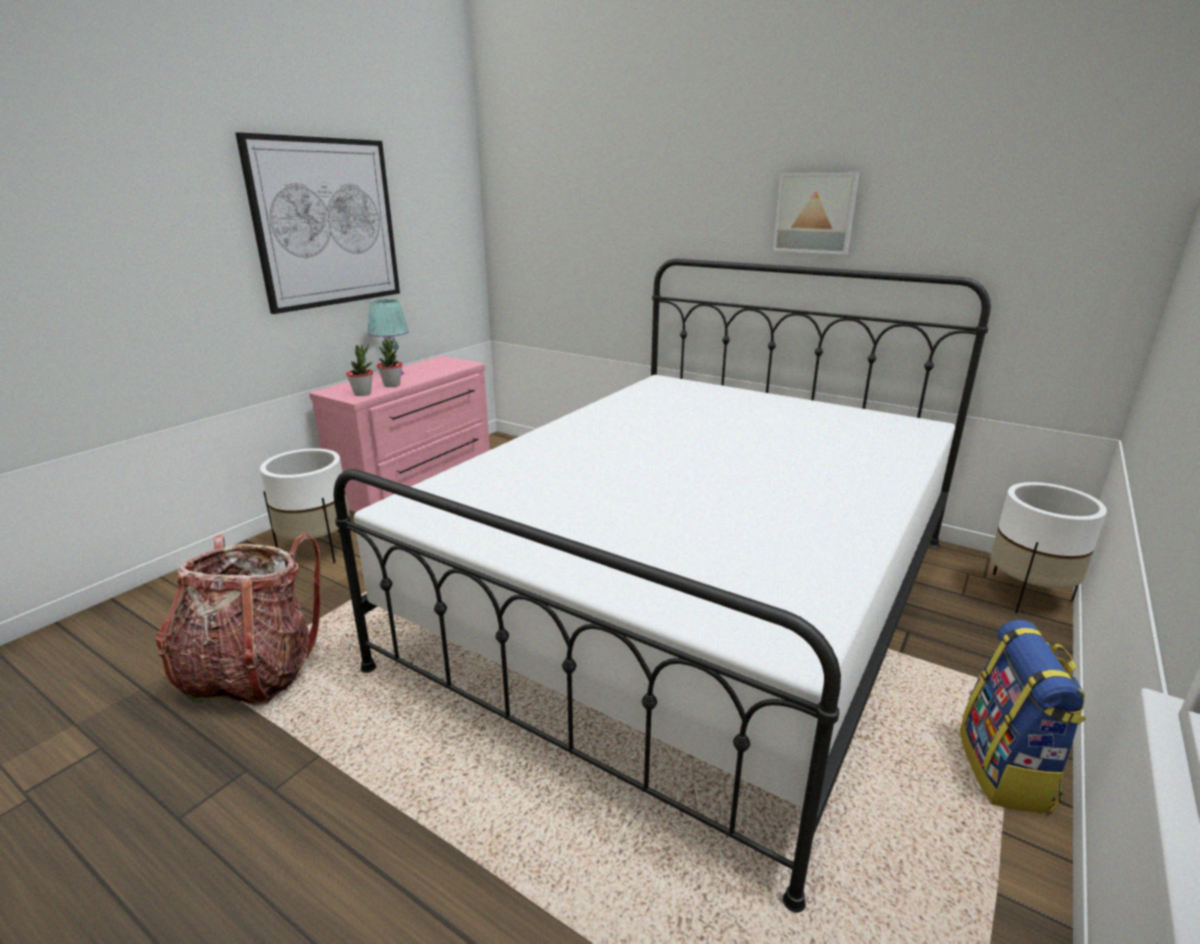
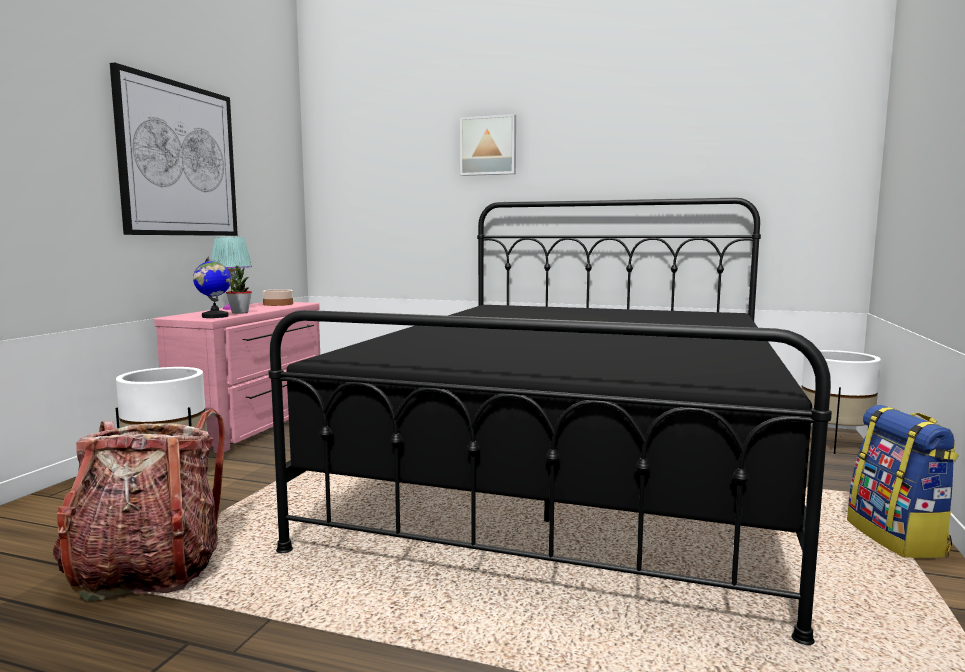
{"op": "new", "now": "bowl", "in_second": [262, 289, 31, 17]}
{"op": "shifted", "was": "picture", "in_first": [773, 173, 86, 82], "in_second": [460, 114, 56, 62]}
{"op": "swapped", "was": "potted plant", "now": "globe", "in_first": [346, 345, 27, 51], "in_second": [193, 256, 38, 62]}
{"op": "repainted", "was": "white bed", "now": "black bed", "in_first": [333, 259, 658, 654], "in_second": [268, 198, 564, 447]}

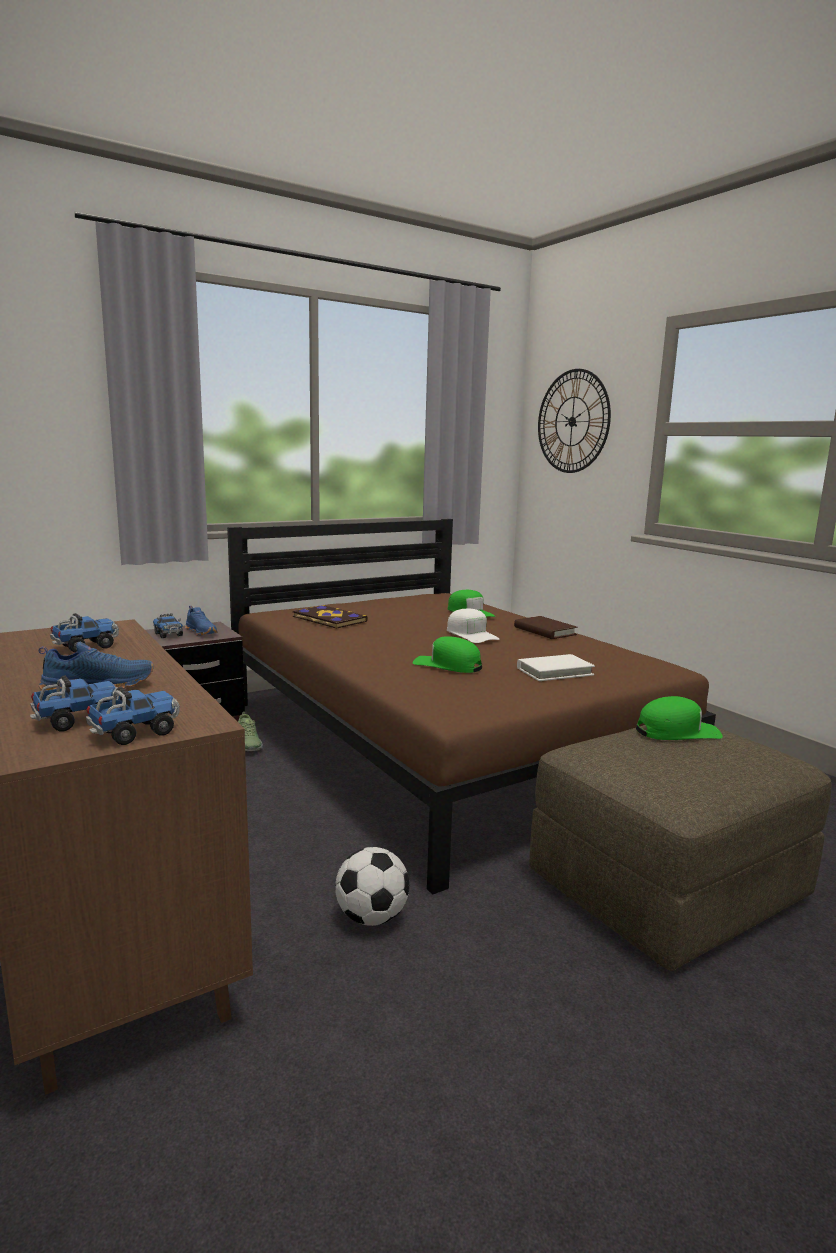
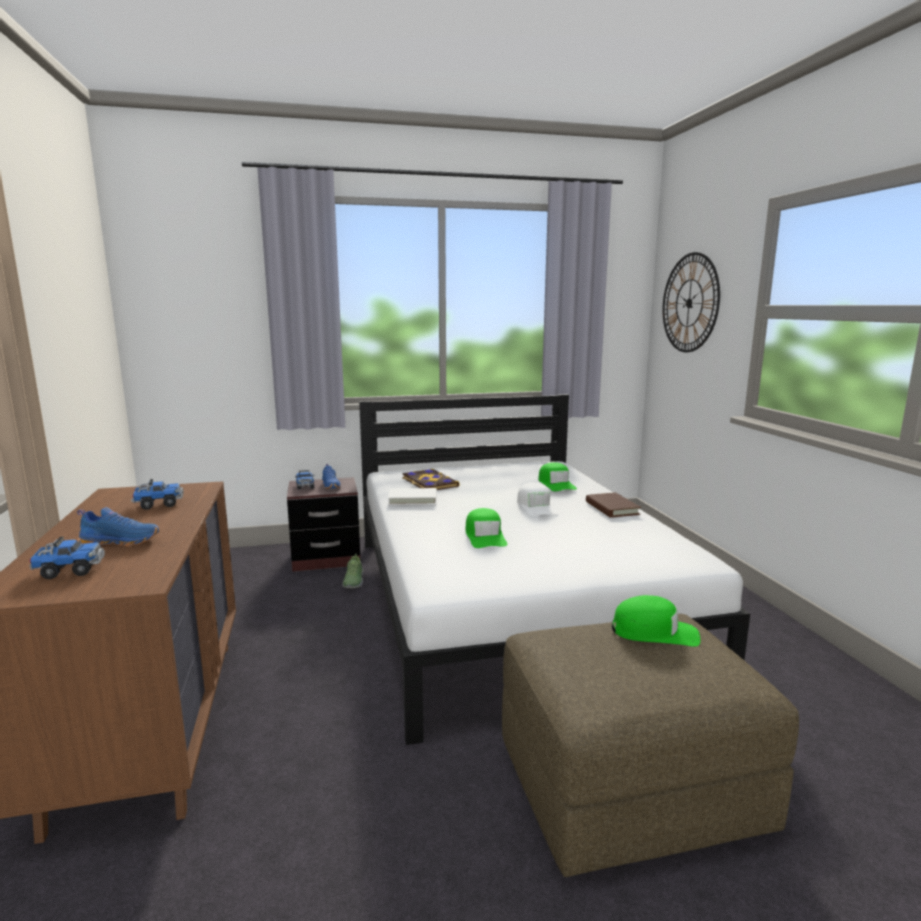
{"op": "gone", "was": "toy truck", "in_first": [86, 687, 94, 58]}
{"op": "gone", "was": "football", "in_first": [335, 847, 74, 79]}
{"op": "shifted", "was": "white book", "in_first": [517, 654, 78, 27], "in_second": [388, 488, 49, 17]}
{"op": "repainted", "was": "brown bed", "now": "white bed", "in_first": [227, 519, 489, 376], "in_second": [359, 394, 391, 351]}
{"op": "rotated", "was": "green cap", "in_first": [413, 636, 69, 37], "in_second": [465, 508, 42, 40], "clockwise": -150}

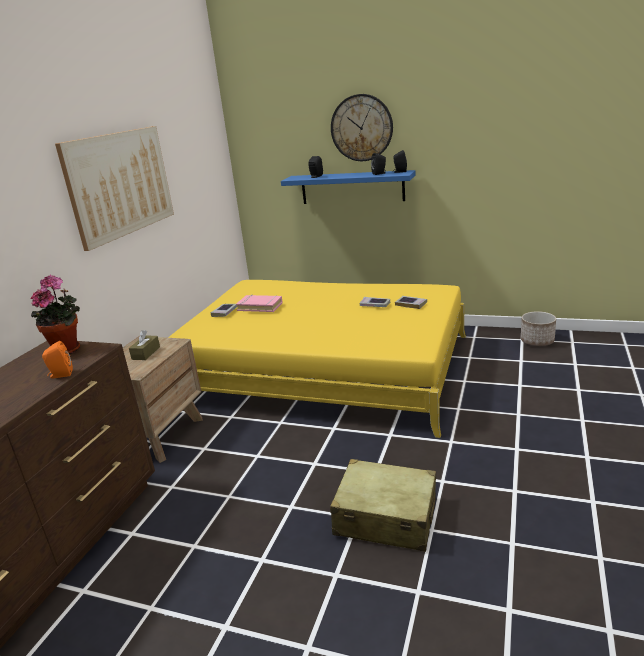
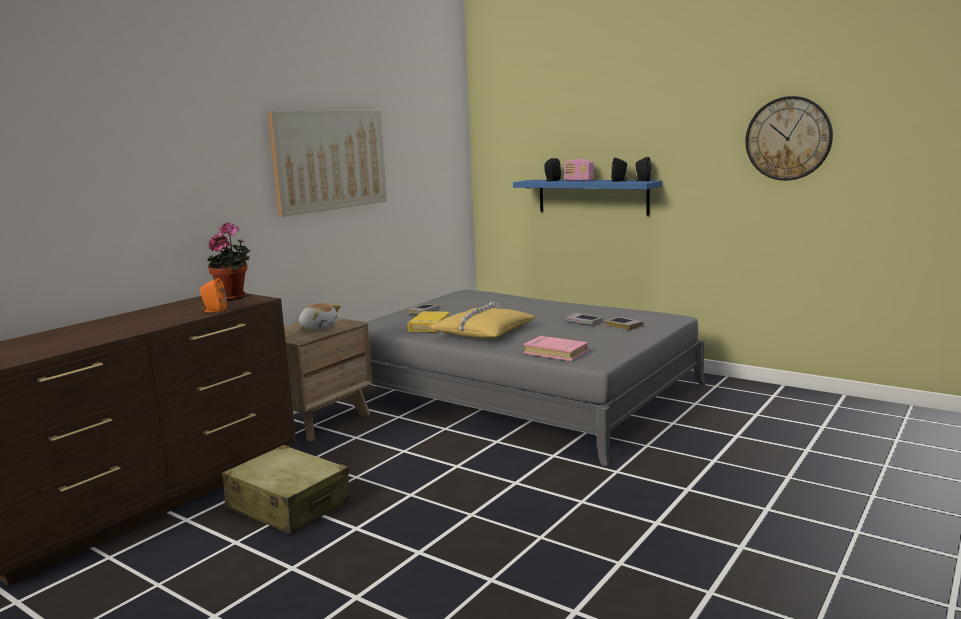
{"op": "gone", "was": "planter", "in_first": [521, 311, 35, 35]}
{"op": "new", "now": "yellow book", "in_second": [407, 311, 43, 21]}
{"op": "new", "now": "yellow pillow", "in_second": [429, 302, 106, 37]}
{"op": "new", "now": "radio", "in_second": [564, 159, 30, 22]}
{"op": "shifted", "was": "pink book", "in_first": [236, 295, 47, 17], "in_second": [524, 336, 64, 25]}
{"op": "shifted", "was": "beige suitcase", "in_first": [330, 459, 106, 93], "in_second": [222, 445, 128, 89]}
{"op": "shifted", "was": "wall clock", "in_first": [331, 94, 62, 67], "in_second": [745, 96, 88, 85]}
{"op": "swapped", "was": "brown tissue box", "now": "plush toy", "in_first": [129, 330, 31, 30], "in_second": [299, 303, 42, 27]}
{"op": "repainted", "was": "yellow bed", "now": "grey bed", "in_first": [168, 280, 298, 158], "in_second": [341, 290, 365, 177]}

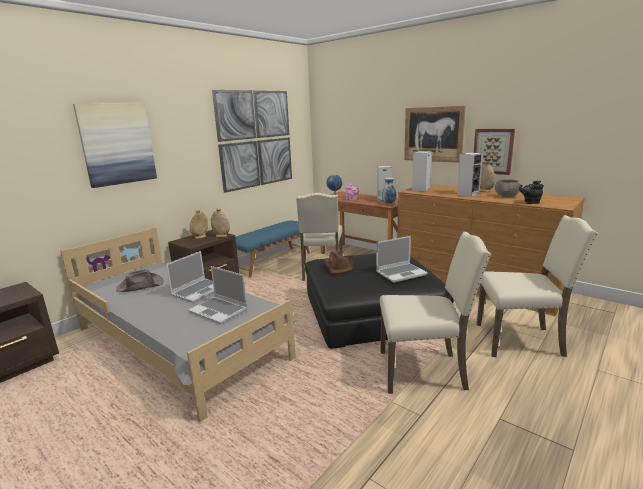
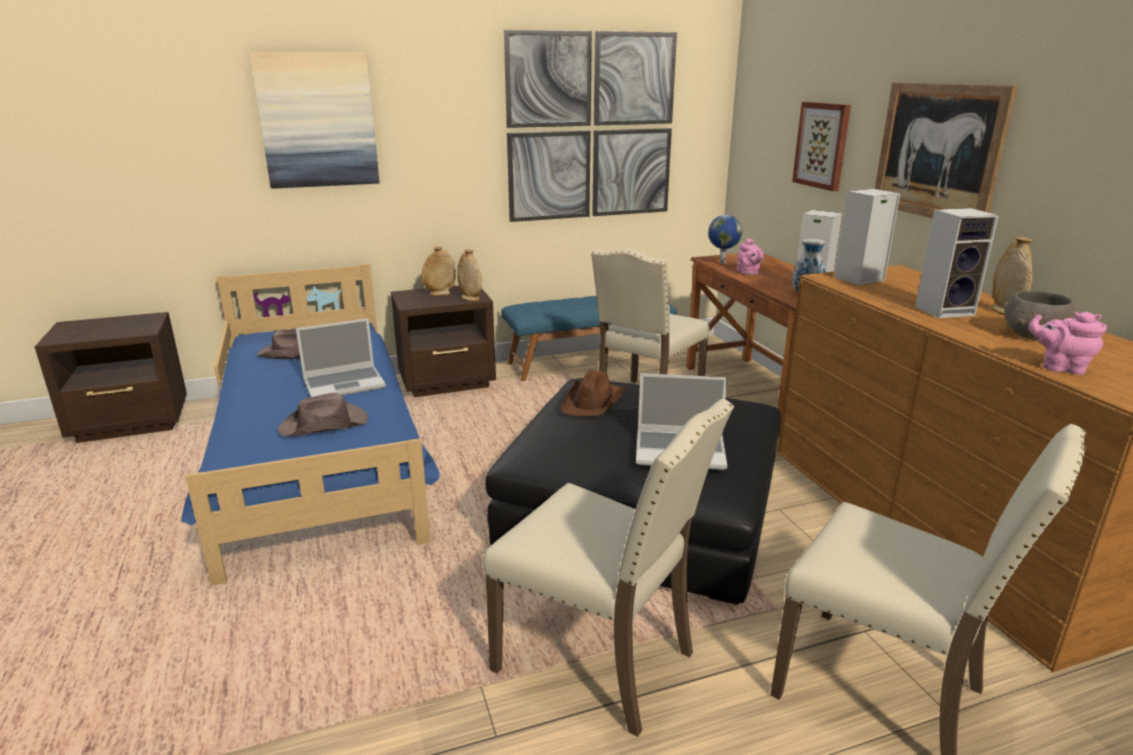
{"op": "shifted", "was": "picture", "in_first": [474, 129, 41, 46], "in_second": [792, 102, 59, 89]}
{"op": "swapped", "was": "laptop", "now": "brown hat", "in_first": [188, 266, 59, 58], "in_second": [278, 393, 90, 44]}
{"op": "repainted", "was": "grey bed", "now": "blue bed", "in_first": [60, 227, 237, 195], "in_second": [181, 264, 259, 322]}
{"op": "repainted", "was": "black teapot", "now": "pink teapot", "in_first": [519, 181, 25, 23], "in_second": [1029, 312, 78, 63]}

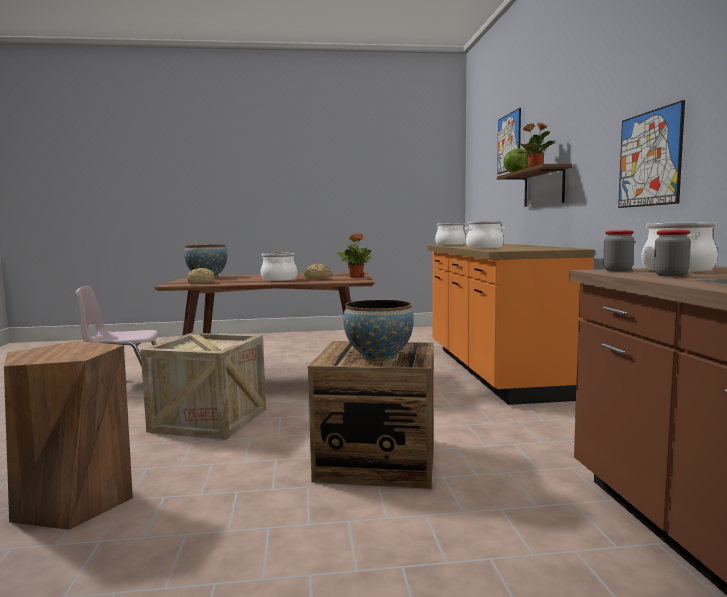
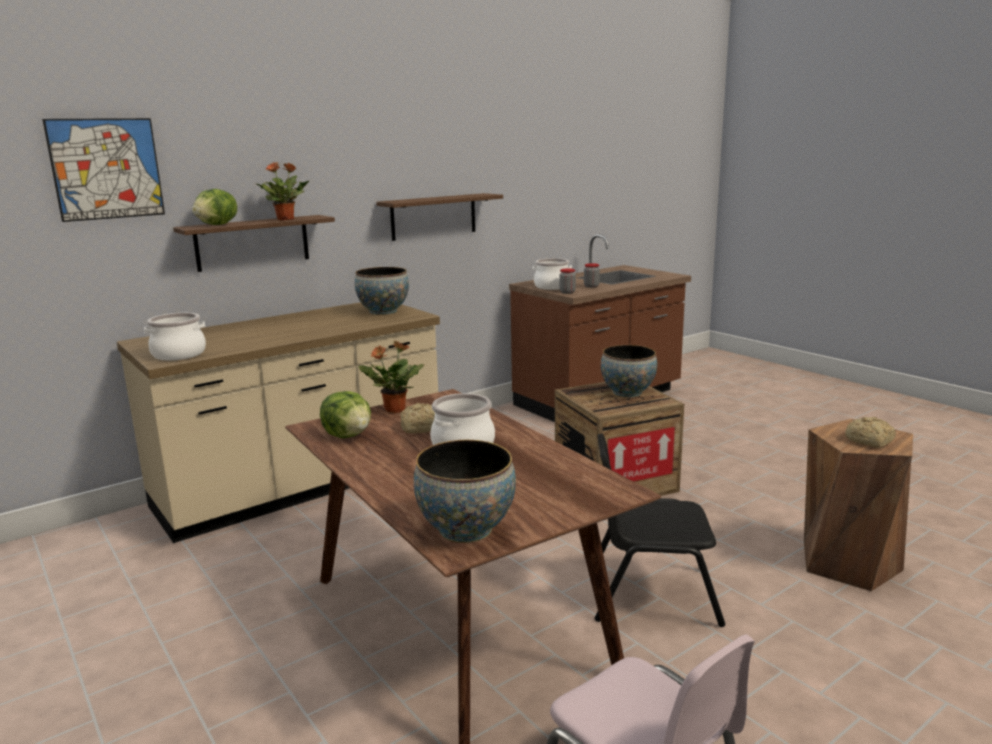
{"op": "gone", "was": "cooking pot", "in_first": [465, 221, 40, 28]}
{"op": "new", "now": "lettuce", "in_second": [320, 391, 51, 47]}
{"op": "new", "now": "bowl", "in_second": [355, 267, 54, 48]}
{"op": "shifted", "was": "bread", "in_first": [188, 268, 27, 16], "in_second": [845, 417, 51, 31]}
{"op": "swapped", "was": "crate", "now": "black chair", "in_first": [140, 333, 126, 107], "in_second": [595, 433, 130, 194]}
{"op": "swapped", "was": "picture", "now": "brown shelf", "in_first": [618, 100, 67, 108], "in_second": [376, 193, 127, 48]}
{"op": "repainted", "was": "orange counter", "now": "beige counter", "in_first": [428, 244, 167, 161], "in_second": [117, 302, 323, 241]}

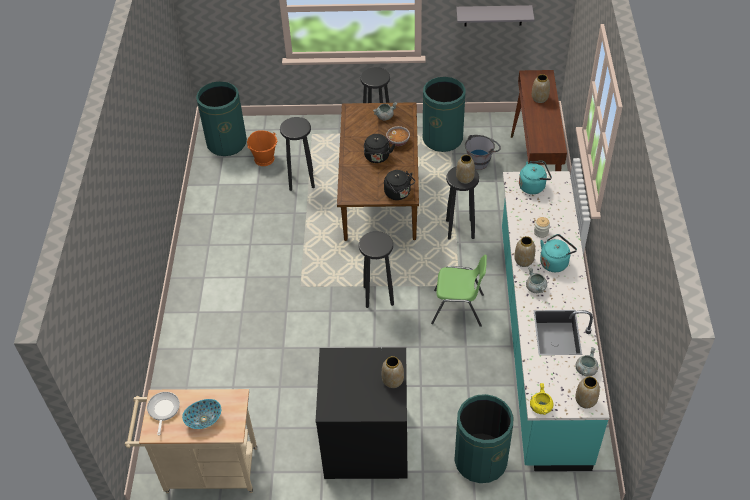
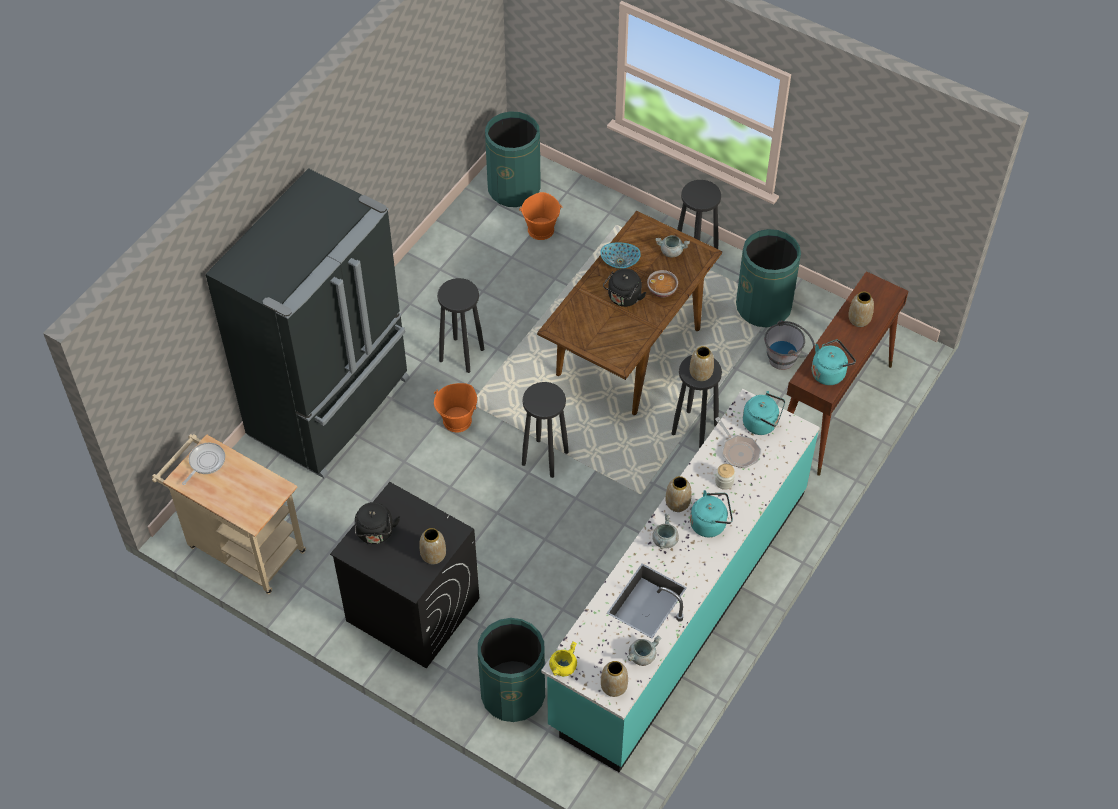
{"op": "gone", "was": "green chair", "in_first": [431, 255, 56, 72]}
{"op": "gone", "was": "grey shelf", "in_first": [456, 5, 78, 21]}
{"op": "new", "now": "black fridge", "in_second": [206, 168, 203, 310]}
{"op": "new", "now": "orange bucket", "in_second": [434, 383, 43, 49]}
{"op": "new", "now": "frying pan", "in_second": [715, 417, 46, 51]}
{"op": "new", "now": "turquoise kettle", "in_second": [812, 339, 44, 46]}
{"op": "shifted", "was": "bowl", "in_first": [182, 399, 39, 30], "in_second": [600, 242, 41, 27]}
{"op": "shifted", "was": "black stool", "in_first": [280, 117, 35, 74], "in_second": [437, 278, 47, 95]}
{"op": "shifted", "was": "black kettle", "in_first": [384, 170, 31, 30], "in_second": [355, 502, 45, 42]}

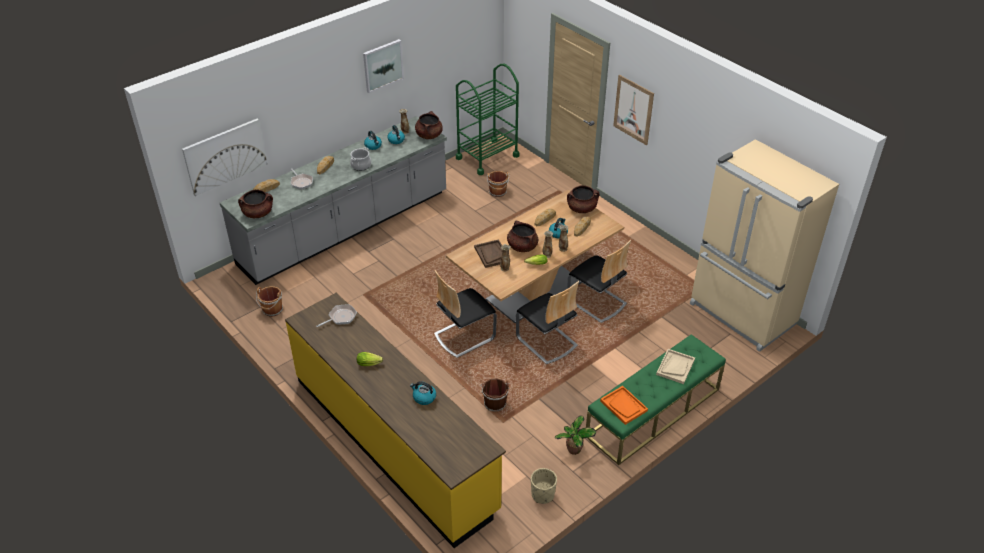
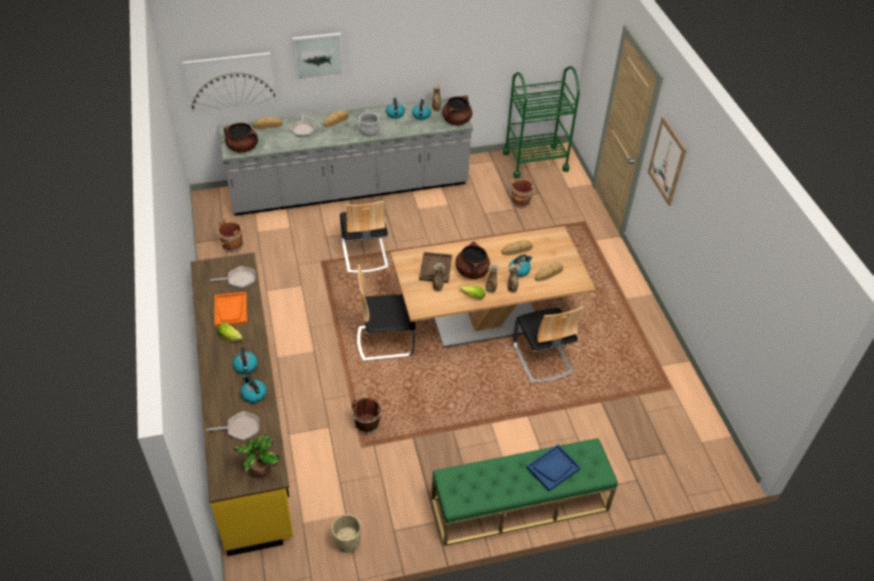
{"op": "gone", "was": "brown cooking pot", "in_first": [567, 185, 32, 28]}
{"op": "gone", "was": "beige fridge", "in_first": [690, 139, 149, 213]}
{"op": "new", "now": "frying pan", "in_second": [207, 411, 52, 29]}
{"op": "new", "now": "kettle", "in_second": [232, 347, 26, 27]}
{"op": "shifted", "was": "picture", "in_first": [363, 39, 41, 54], "in_second": [292, 33, 52, 48]}
{"op": "shifted", "was": "chair", "in_first": [516, 281, 63, 83], "in_second": [340, 200, 49, 73]}
{"op": "shifted", "was": "potted plant", "in_first": [555, 416, 41, 39], "in_second": [234, 434, 45, 43]}
{"op": "shifted", "was": "orange tray", "in_first": [600, 386, 48, 39], "in_second": [214, 292, 33, 35]}
{"op": "repainted", "was": "beige tray", "now": "blue tray", "in_first": [656, 349, 39, 35], "in_second": [526, 444, 55, 47]}

